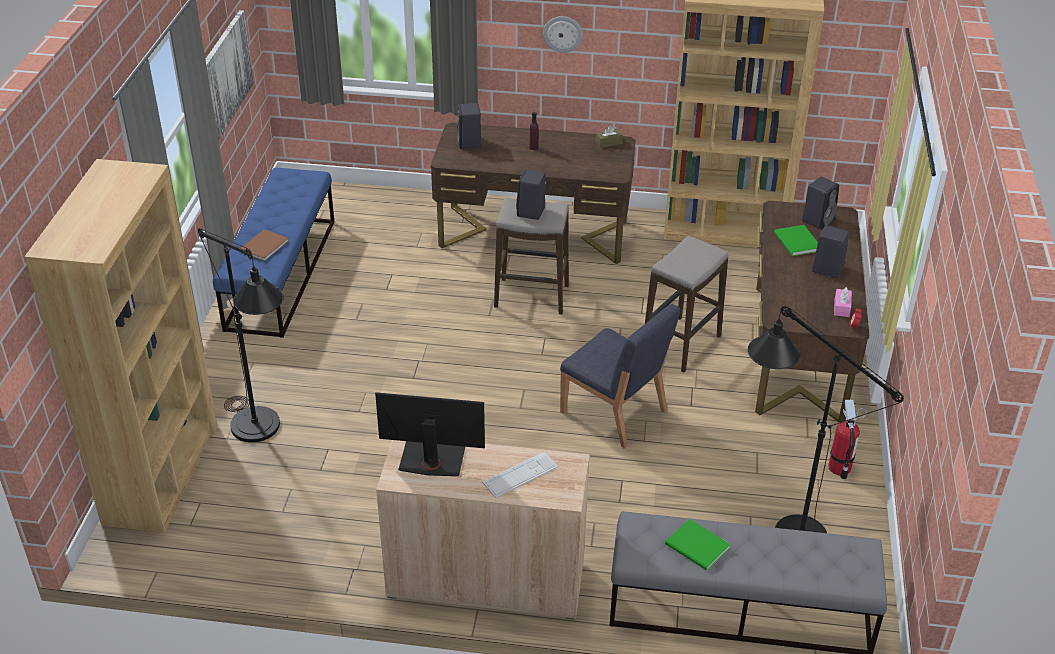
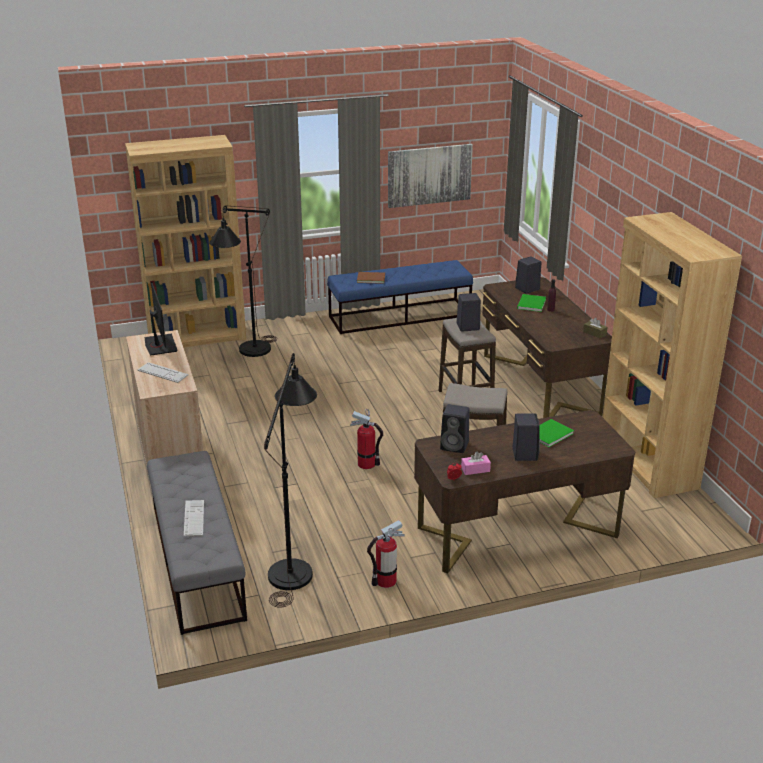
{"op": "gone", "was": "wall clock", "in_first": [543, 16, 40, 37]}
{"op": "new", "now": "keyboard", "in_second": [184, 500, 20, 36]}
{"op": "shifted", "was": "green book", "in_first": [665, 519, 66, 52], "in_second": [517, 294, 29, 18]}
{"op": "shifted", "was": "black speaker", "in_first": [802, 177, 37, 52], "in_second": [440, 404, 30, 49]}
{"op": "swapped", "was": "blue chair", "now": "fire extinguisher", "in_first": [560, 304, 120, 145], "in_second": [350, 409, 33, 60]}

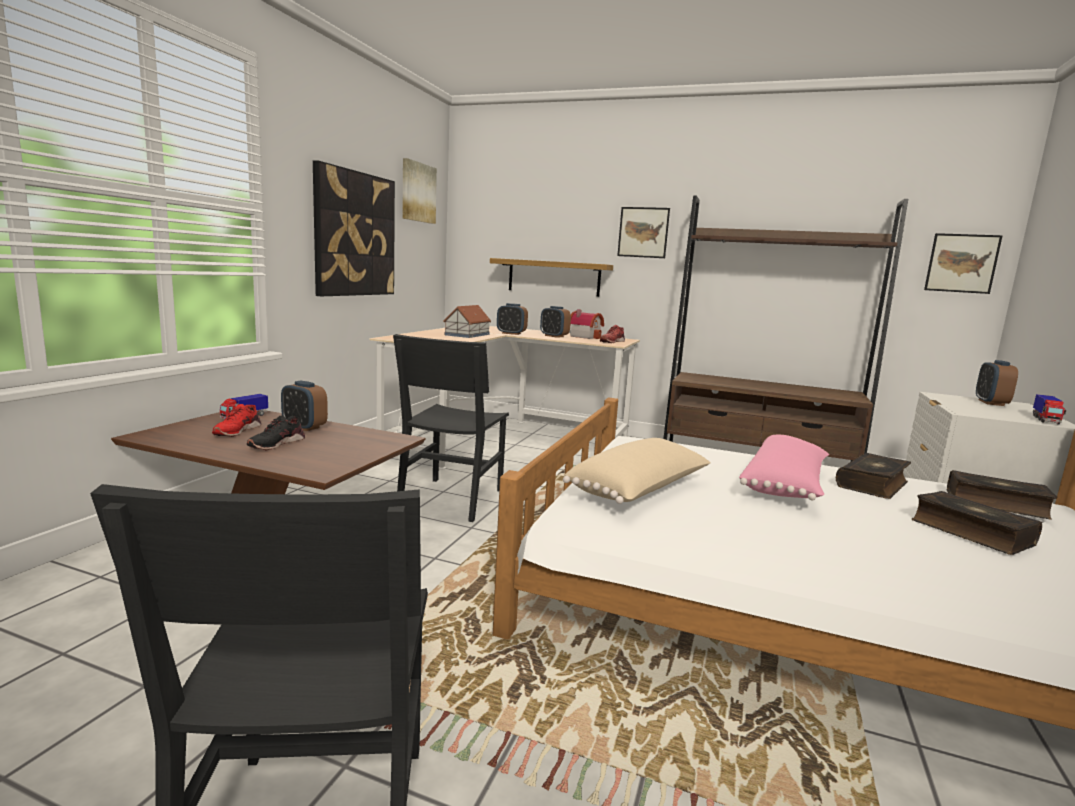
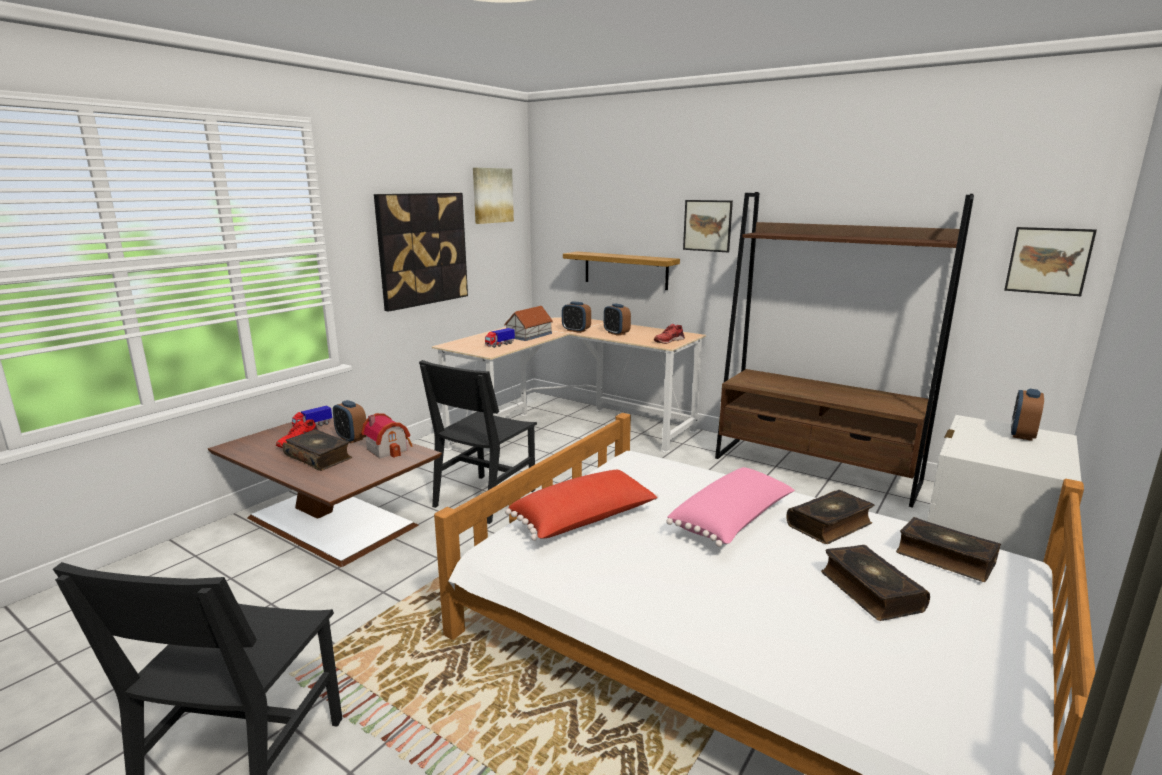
{"op": "shifted", "was": "toy house", "in_first": [570, 309, 34, 30], "in_second": [361, 413, 52, 45]}
{"op": "shifted", "was": "toy truck", "in_first": [1033, 394, 33, 30], "in_second": [485, 328, 30, 20]}
{"op": "swapped", "was": "black shoe", "now": "book", "in_first": [247, 415, 58, 35], "in_second": [282, 429, 70, 42]}
{"op": "repainted", "was": "beige pillow", "now": "red pillow", "in_first": [563, 438, 148, 66], "in_second": [505, 470, 153, 71]}

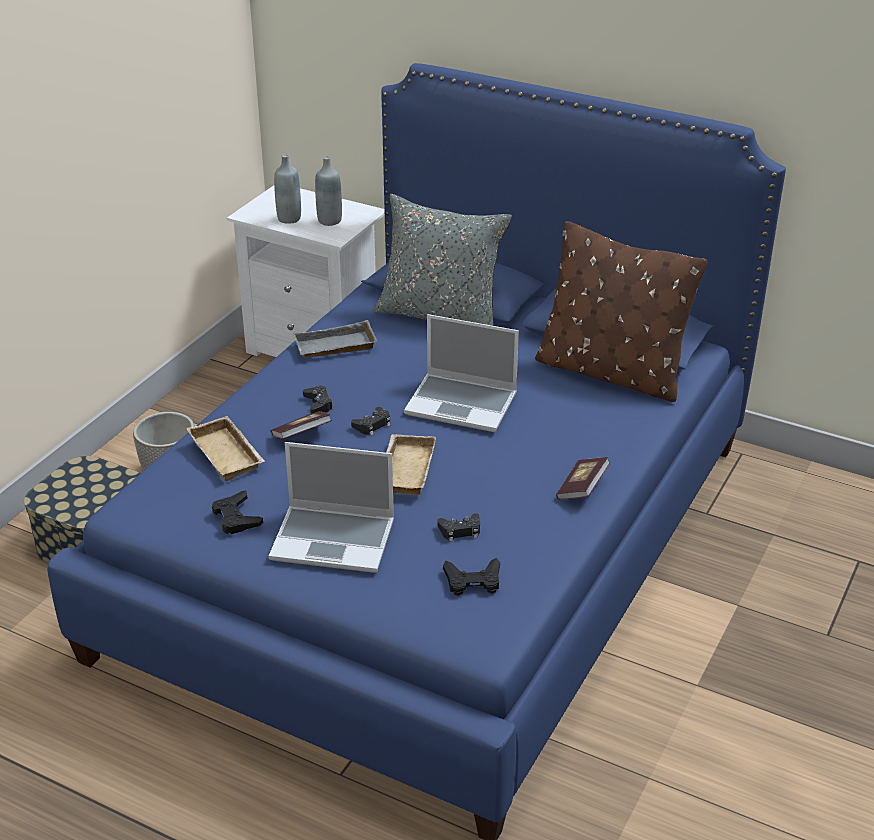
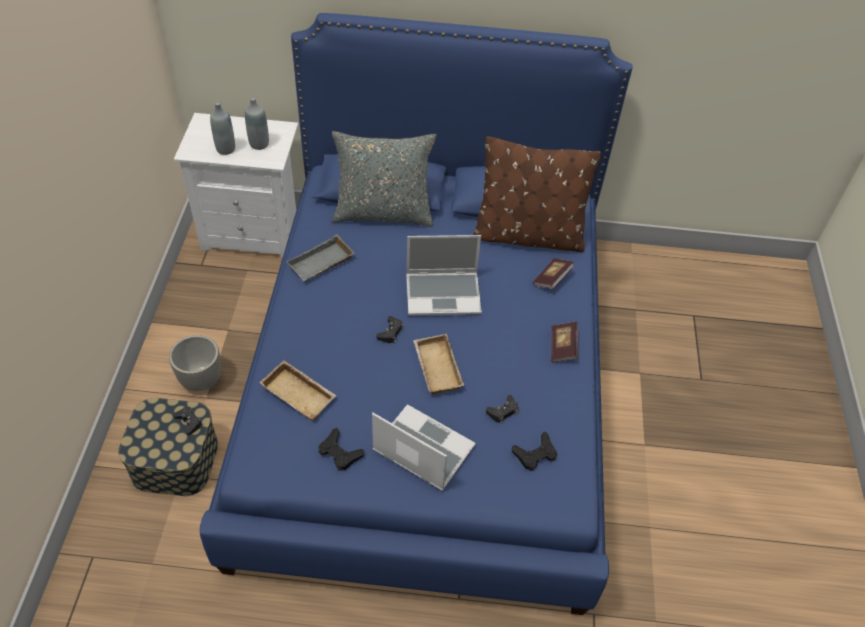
{"op": "shifted", "was": "book", "in_first": [271, 411, 61, 28], "in_second": [533, 258, 41, 31]}
{"op": "shifted", "was": "black game controller", "in_first": [303, 385, 30, 29], "in_second": [173, 407, 29, 28]}
{"op": "rotated", "was": "laptop", "in_first": [269, 442, 125, 131], "in_second": [372, 404, 104, 87], "clockwise": -135}

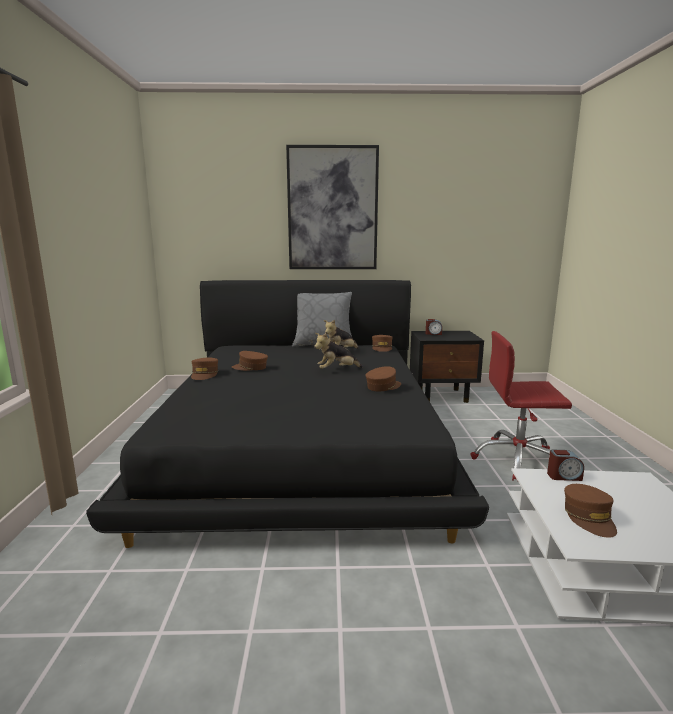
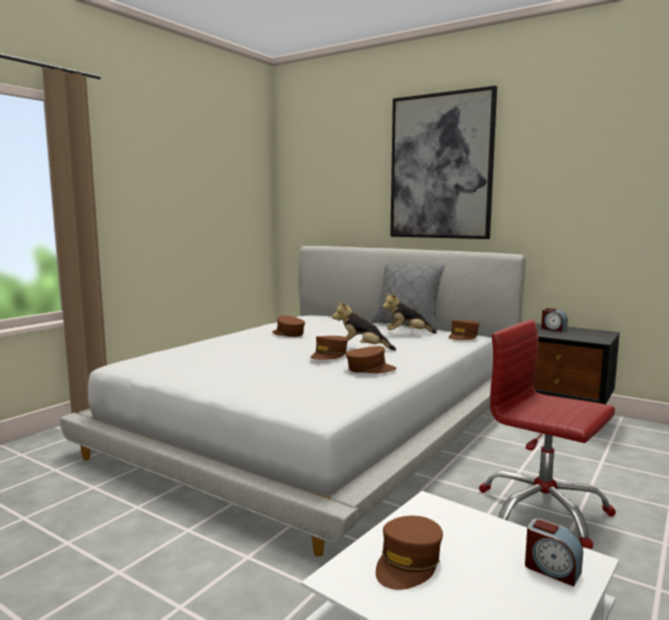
{"op": "shifted", "was": "brown cap", "in_first": [191, 358, 27, 22], "in_second": [310, 336, 38, 24]}
{"op": "shifted", "was": "alarm clock", "in_first": [547, 450, 37, 31], "in_second": [525, 518, 58, 68]}
{"op": "repainted", "was": "black bed", "now": "white bed", "in_first": [86, 280, 403, 268], "in_second": [59, 246, 466, 311]}

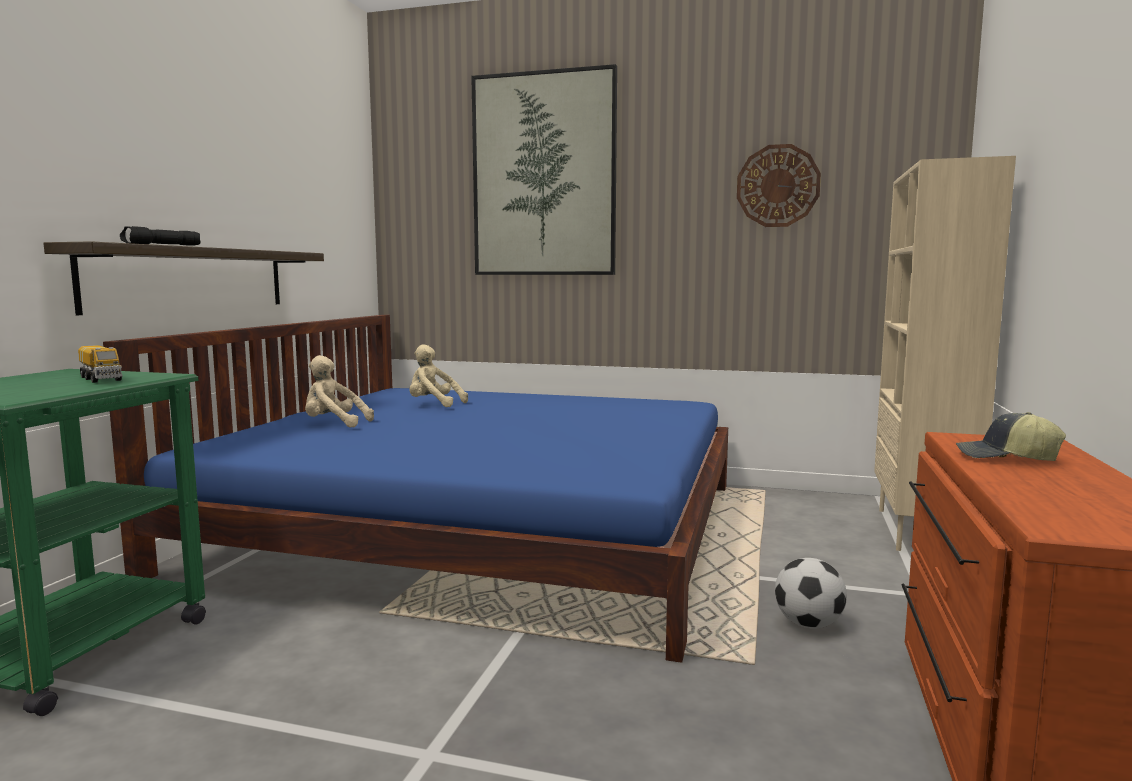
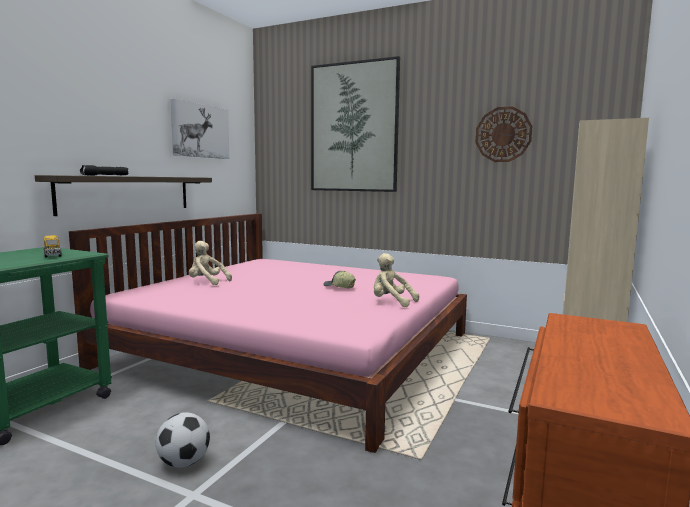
{"op": "new", "now": "picture", "in_second": [170, 99, 59, 60]}
{"op": "shifted", "was": "beige plush toy", "in_first": [409, 344, 59, 63], "in_second": [374, 253, 45, 54]}
{"op": "shifted", "was": "football", "in_first": [775, 558, 72, 71], "in_second": [156, 412, 54, 56]}
{"op": "shifted", "was": "cap", "in_first": [956, 412, 110, 49], "in_second": [323, 271, 33, 17]}
{"op": "repainted", "was": "blue bed", "now": "pink bed", "in_first": [103, 315, 625, 348], "in_second": [69, 213, 398, 240]}

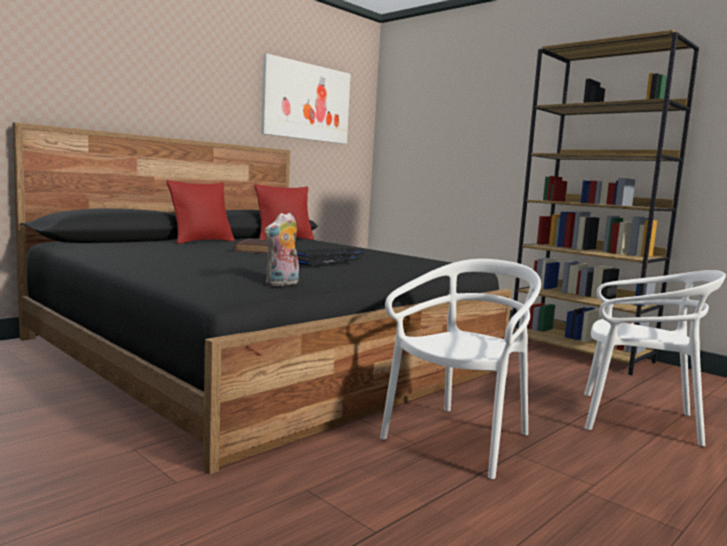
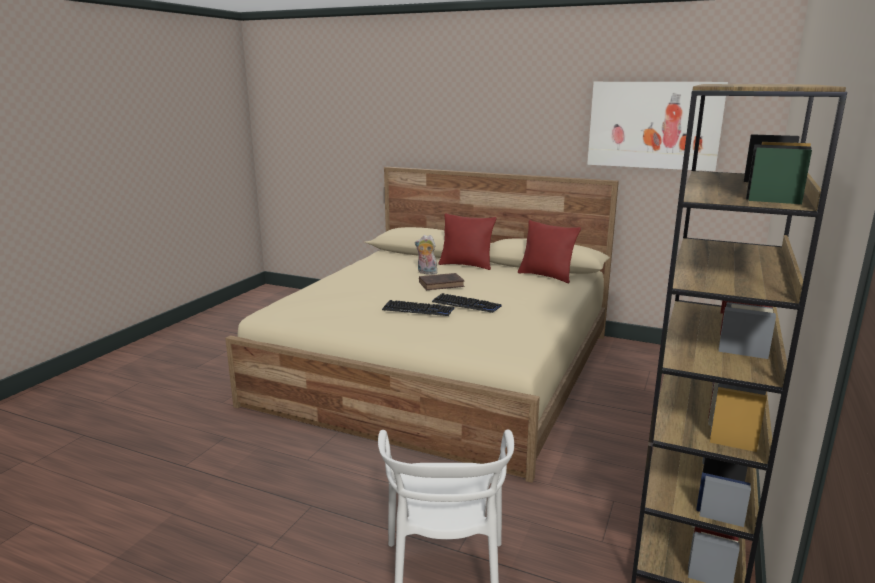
{"op": "gone", "was": "white chair", "in_first": [380, 259, 161, 220]}
{"op": "shifted", "was": "plush toy", "in_first": [265, 213, 34, 73], "in_second": [415, 235, 22, 40]}
{"op": "repainted", "was": "black bed", "now": "beige bed", "in_first": [13, 122, 499, 352], "in_second": [225, 167, 394, 316]}

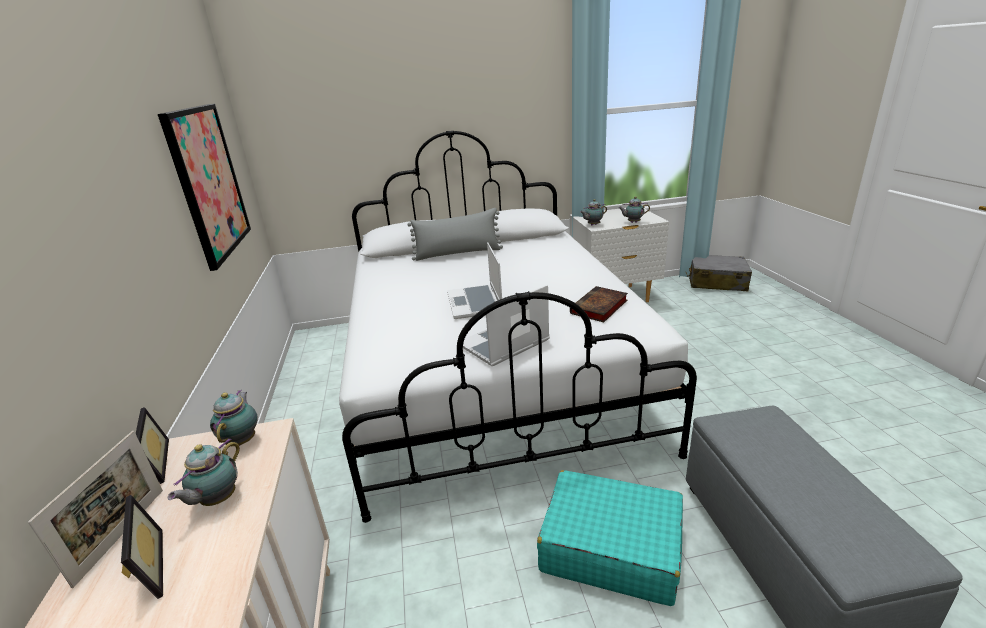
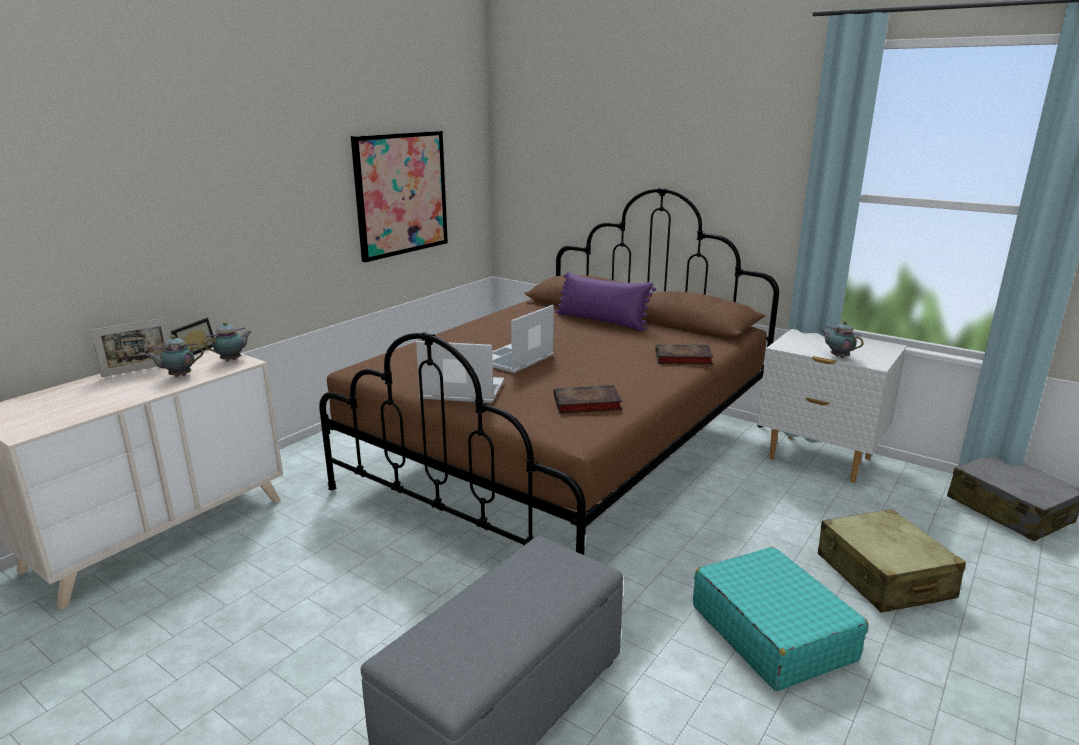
{"op": "gone", "was": "picture frame", "in_first": [121, 495, 42, 104]}
{"op": "gone", "was": "teapot", "in_first": [580, 199, 27, 27]}
{"op": "new", "now": "book", "in_second": [656, 344, 57, 21]}
{"op": "new", "now": "beige suitcase", "in_second": [818, 509, 148, 104]}
{"op": "shifted", "was": "turquoise suitcase", "in_first": [537, 470, 146, 136], "in_second": [693, 547, 175, 144]}
{"op": "repainted", "was": "white bed", "now": "brown bed", "in_first": [339, 130, 358, 393], "in_second": [319, 188, 460, 367]}
{"op": "repainted", "was": "grey pillow", "now": "purple pillow", "in_first": [408, 208, 95, 53], "in_second": [556, 271, 100, 60]}

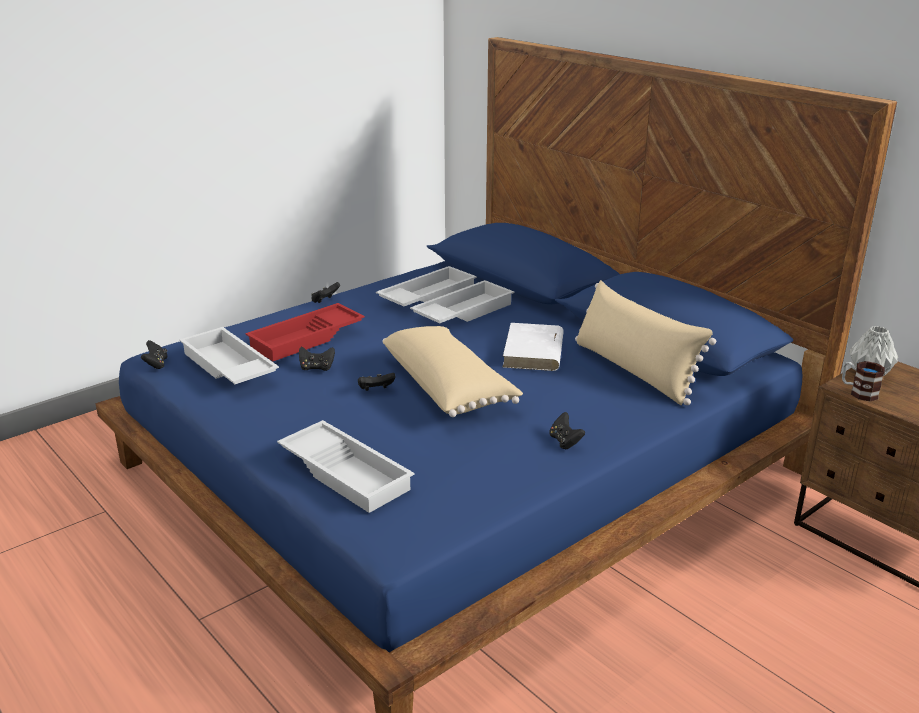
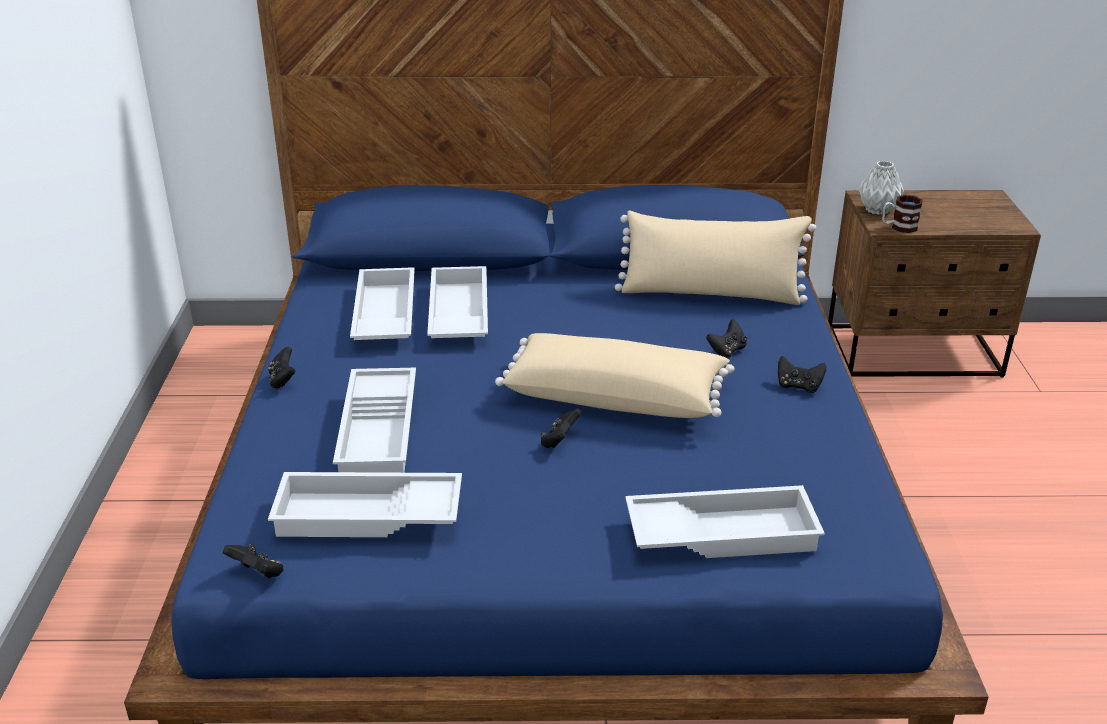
{"op": "gone", "was": "white book", "in_first": [503, 323, 61, 48]}
{"op": "shifted", "was": "black game controller", "in_first": [299, 347, 36, 24], "in_second": [706, 319, 41, 40]}
{"op": "repainted", "was": "red tray", "now": "white tray", "in_first": [245, 303, 120, 58], "in_second": [333, 368, 83, 105]}

